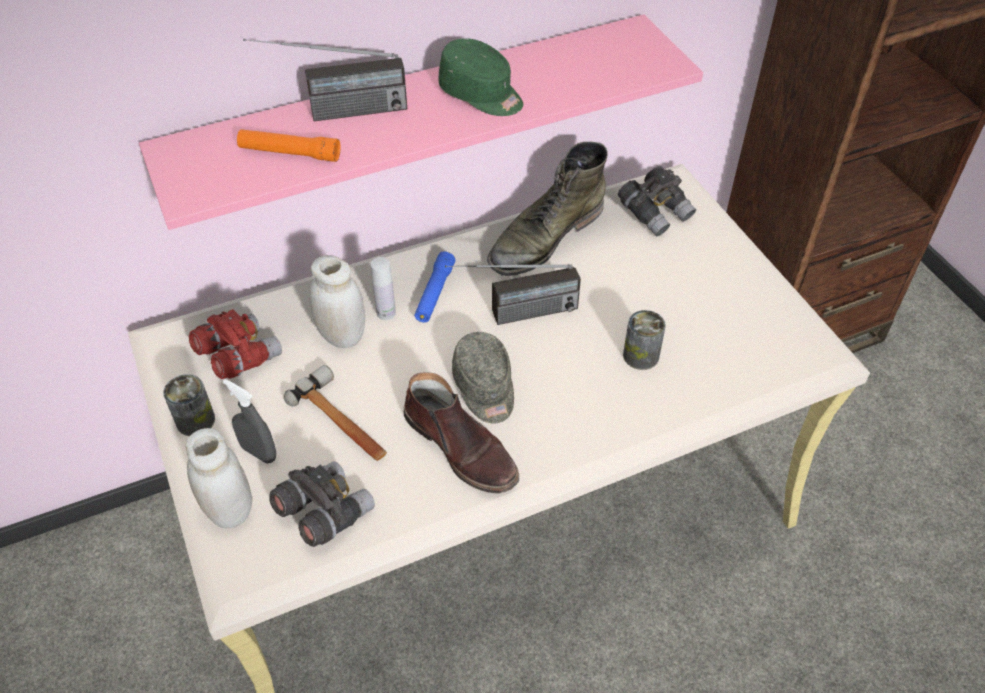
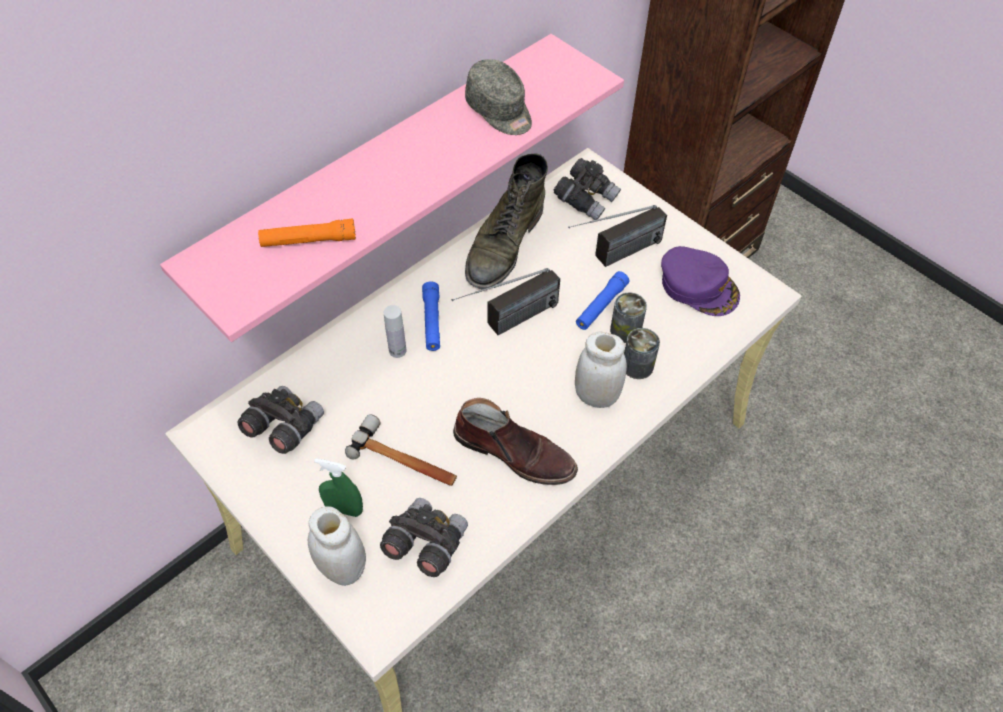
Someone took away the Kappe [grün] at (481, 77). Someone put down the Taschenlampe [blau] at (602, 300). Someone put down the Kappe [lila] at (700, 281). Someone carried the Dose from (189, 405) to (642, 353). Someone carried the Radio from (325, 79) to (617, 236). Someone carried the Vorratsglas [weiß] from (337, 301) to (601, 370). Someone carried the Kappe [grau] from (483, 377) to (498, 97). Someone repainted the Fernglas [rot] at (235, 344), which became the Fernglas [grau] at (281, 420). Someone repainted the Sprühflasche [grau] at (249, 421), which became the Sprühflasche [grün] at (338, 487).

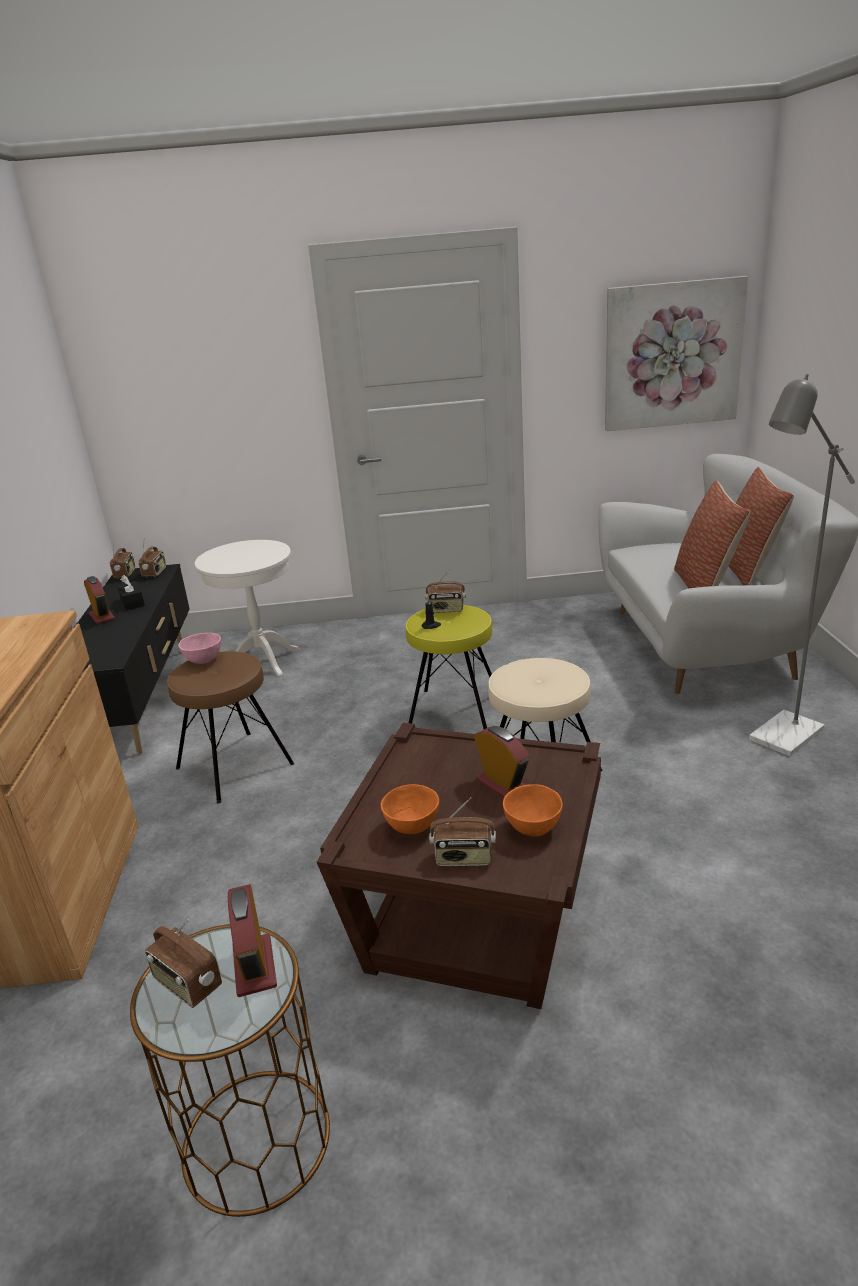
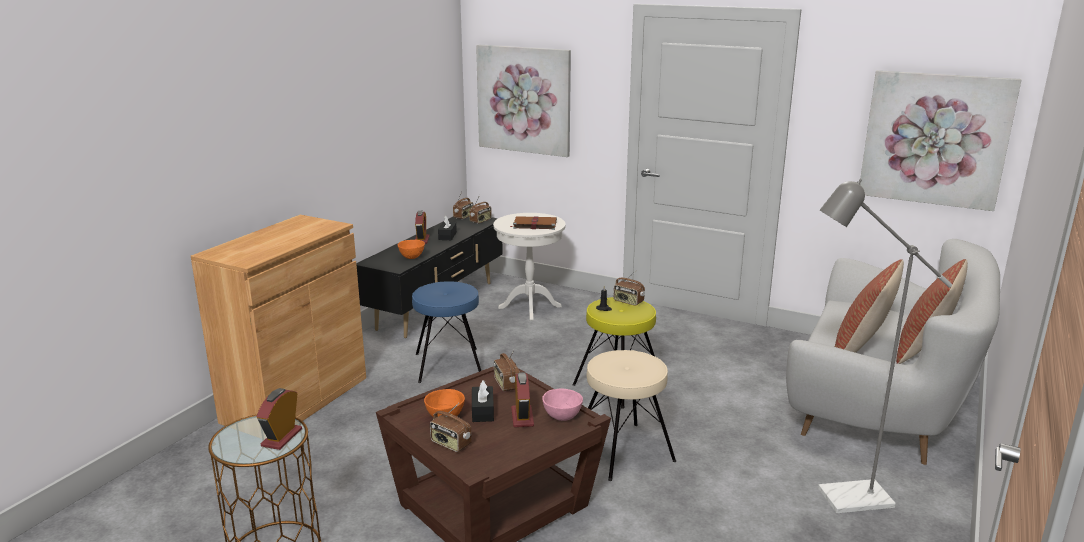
Someone put down the Taschentuchbox [schwarz] at (483, 401). Someone put up the Bild at (523, 101). Someone put down the Buch [braun] at (534, 223). Someone carried the Radio from (183, 963) to (506, 370). Someone carried the Schüssel [rosa] from (199, 648) to (562, 404). Someone carried the Schüssel [orange] from (533, 810) to (411, 249). Someone repainted the Hocker [braun] at (230, 727), which became the Hocker [blau] at (446, 332).

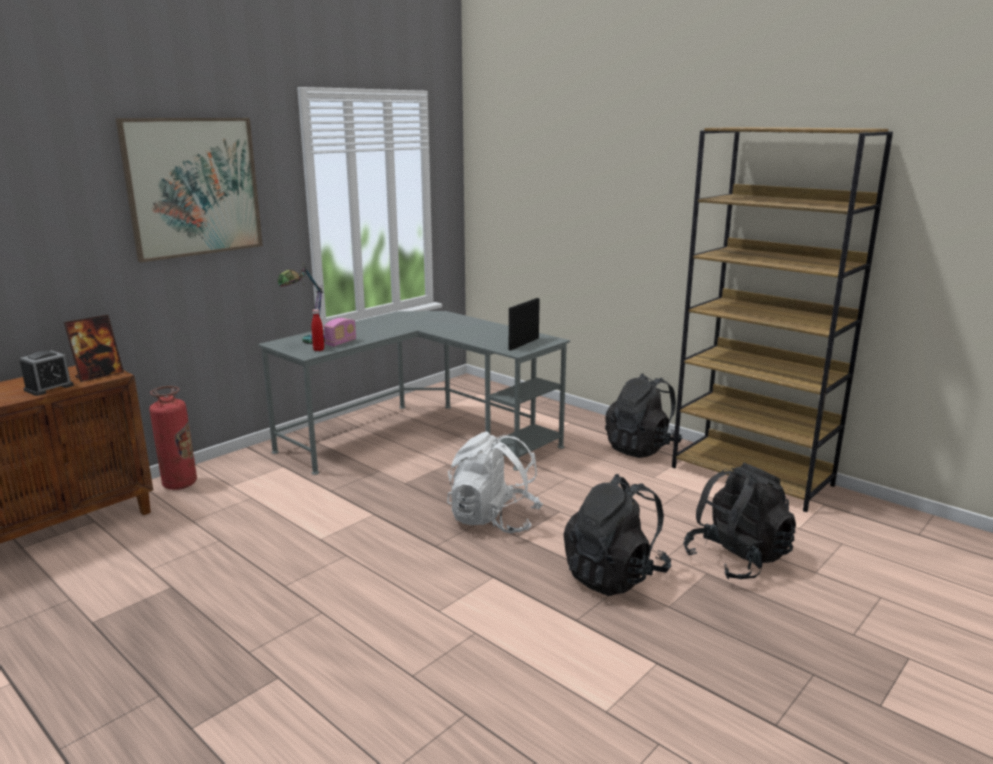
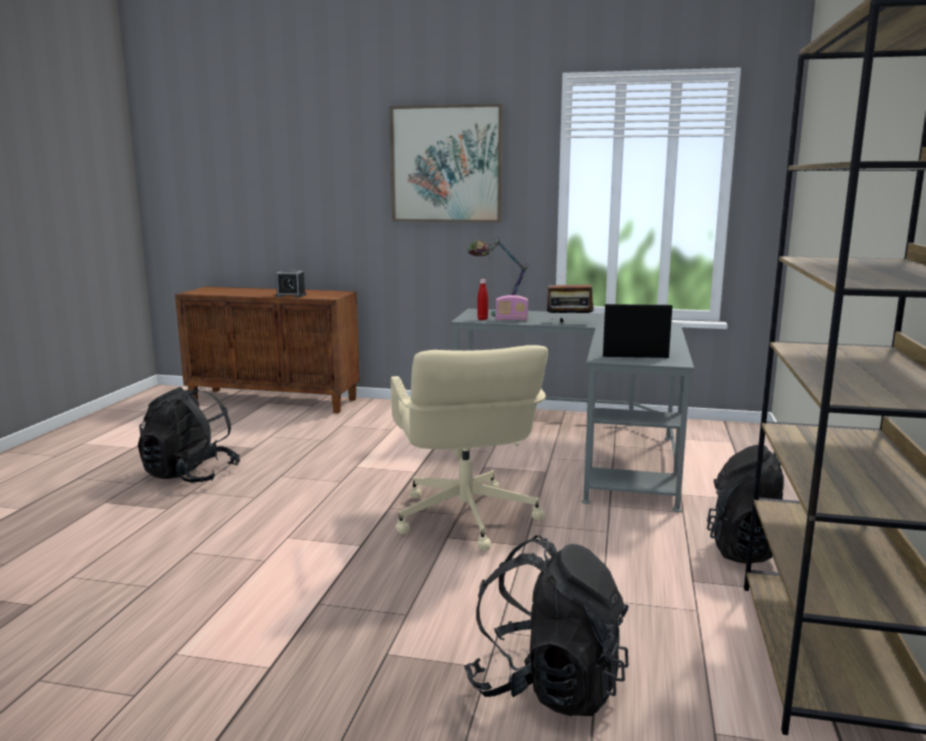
Someone took away the Bilderrahmen at (94, 348). Someone took away the Feuerlöscher at (173, 438). Someone put down the Radio at (570, 299). Someone carried the Rucksack [schwarz] from (617, 535) to (189, 435). Someone swapped the Rucksack [weiß] at (495, 482) for the Bürostuhl [beige] at (469, 448).

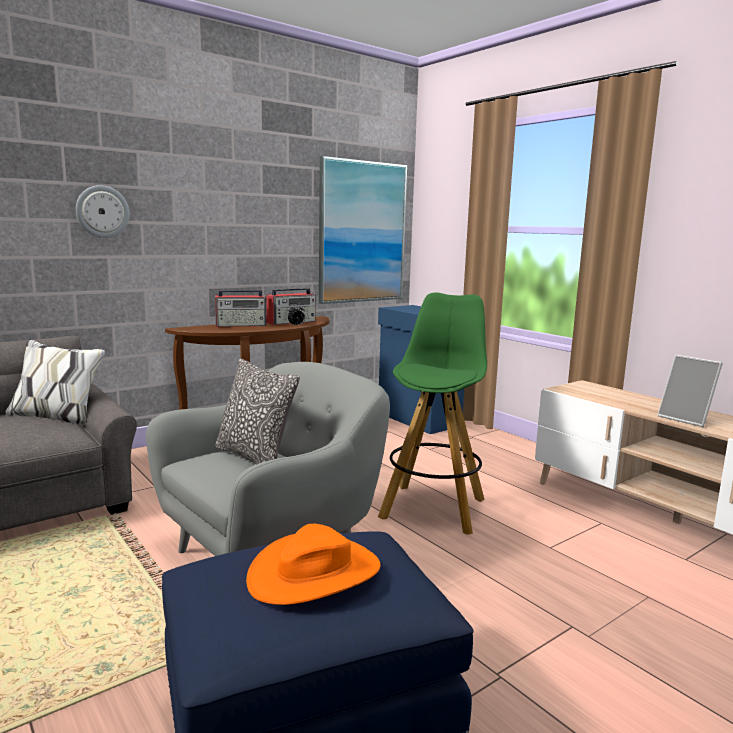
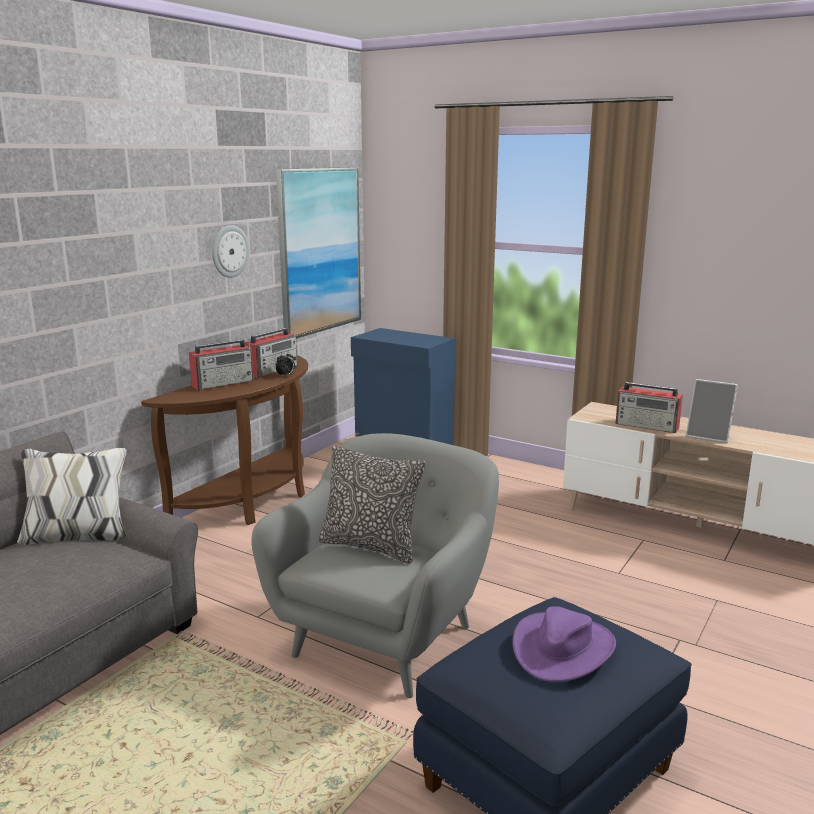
Someone took away the Hocker [grün] at (432, 413). Someone put down the Radio at (649, 407). Someone carried the Wanduhr from (103, 211) to (230, 251). Someone repainted the Hut [orange] at (313, 564), which became the Hut [lila] at (564, 644).

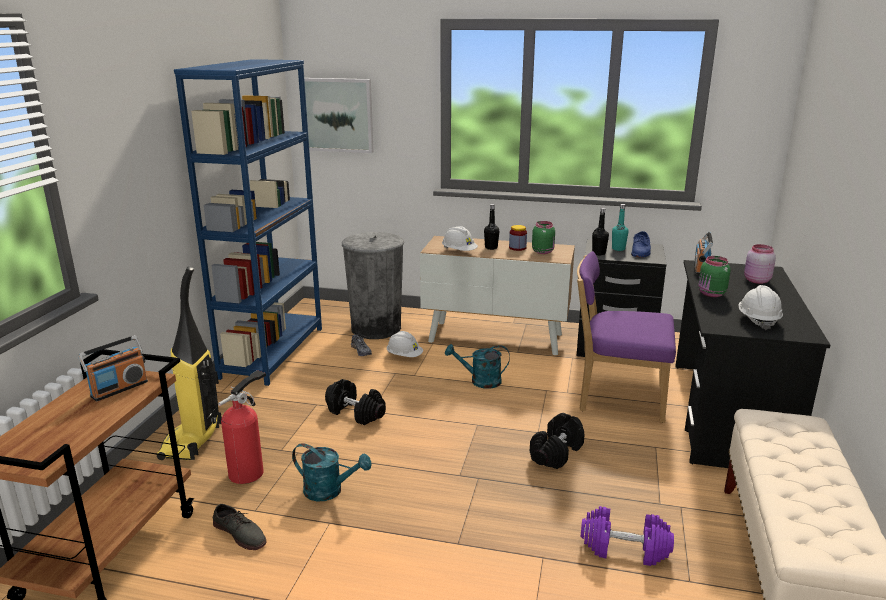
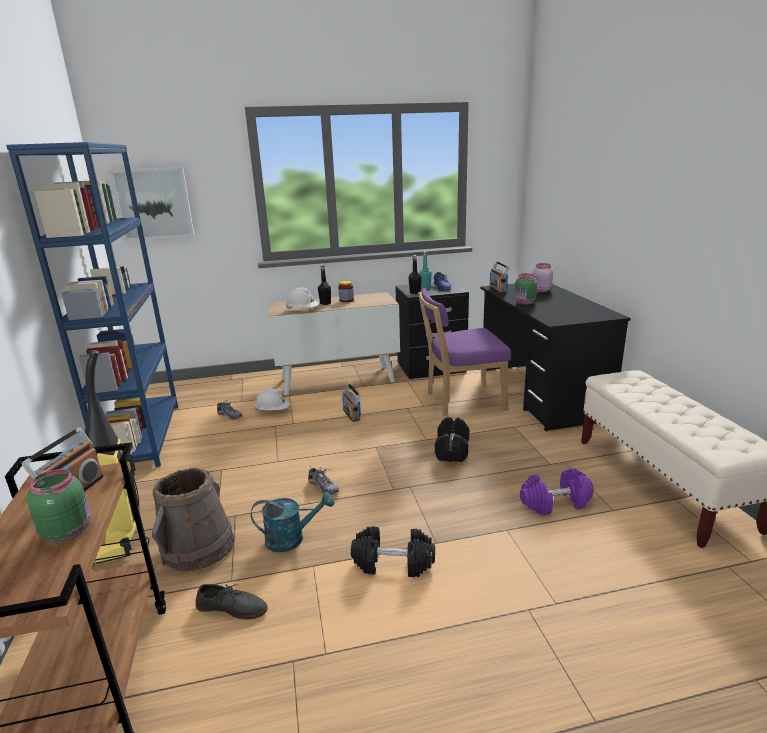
Someone took away the Mülleimer [grau] at (373, 285). Someone took away the Schutzhelm [weiß] at (760, 307). Someone put down the Schuh at (323, 481). Someone carried the Hantel [schwarz] from (355, 402) to (393, 551). Someone carried the Vorratsglas [grün] from (543, 237) to (59, 506). Someone swapped the Feuerlöscher at (242, 427) for the Eimer [braun] at (193, 520). Someone swapped the Gießkanne [türkis] at (477, 366) for the Radio at (351, 402).

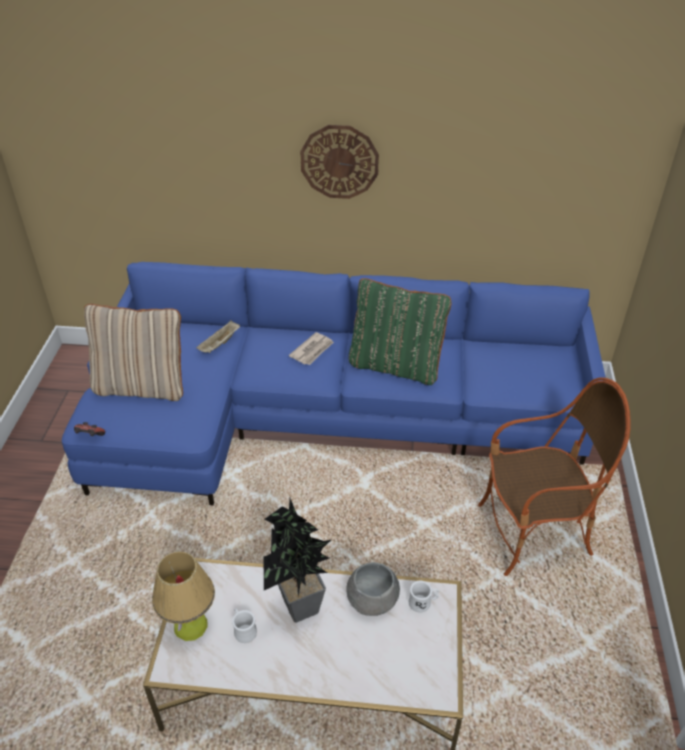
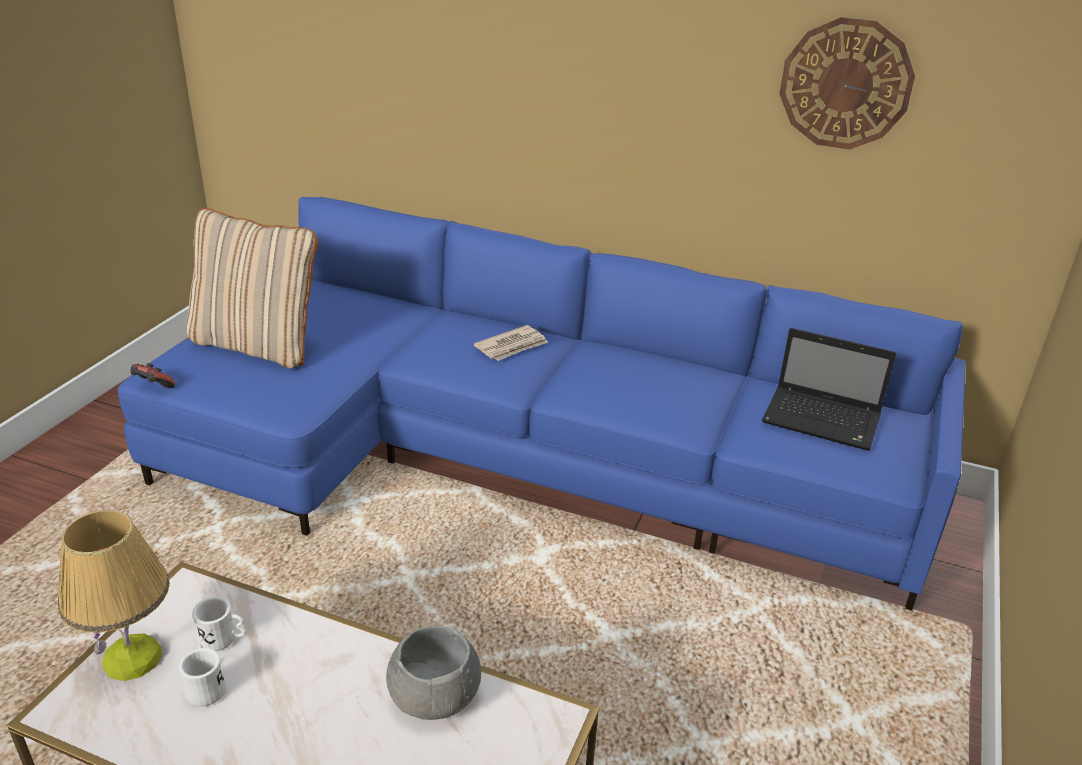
Someone took away the Tablett [beige] at (218, 336). Someone took away the Topfpflanze at (297, 560). Someone took away the Kissen [grün] at (400, 331). Someone took away the Sessel at (554, 477). Someone put down the Laptop at (829, 389). Someone carried the Wanduhr from (339, 162) to (847, 83). Someone carried the Henkelbecher [weiß] from (424, 596) to (219, 624).

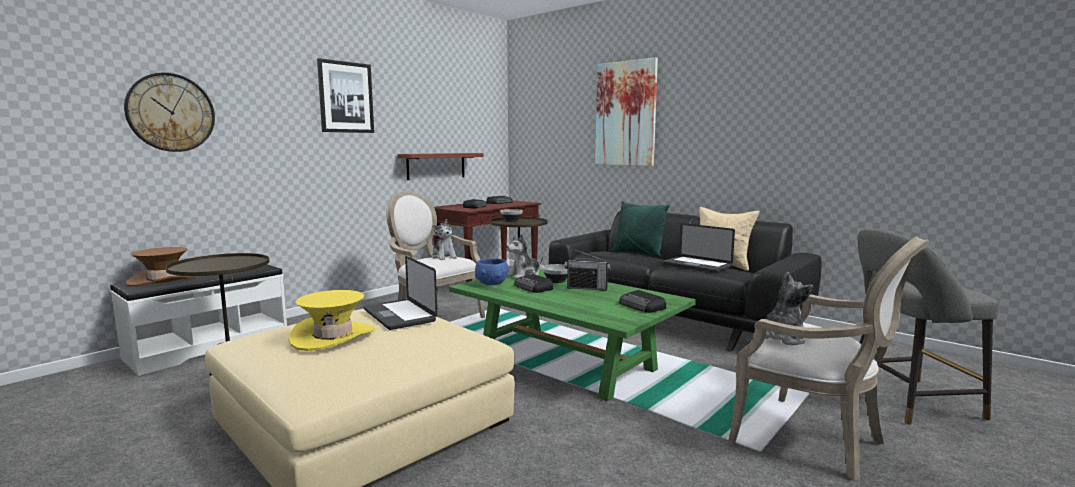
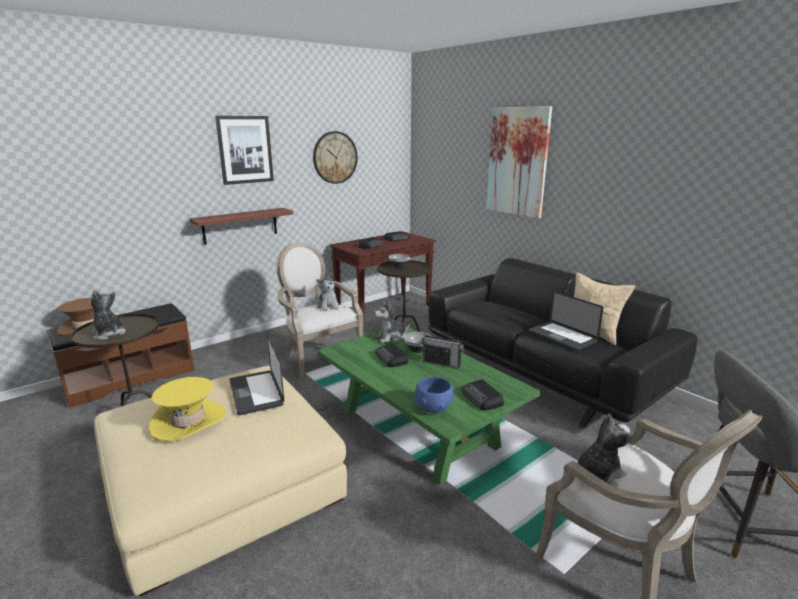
Someone took away the Kissen [grün] at (640, 229). Someone put down the Plüschtier at (108, 315). Someone carried the Wanduhr from (169, 112) to (335, 157). Someone carried the Wandregal from (441, 166) to (241, 226). Someone carried the Schüssel [blau] from (491, 271) to (434, 395). Someone repainted the Bank [weiß] at (198, 320), which became the Bank [braun] at (121, 355).

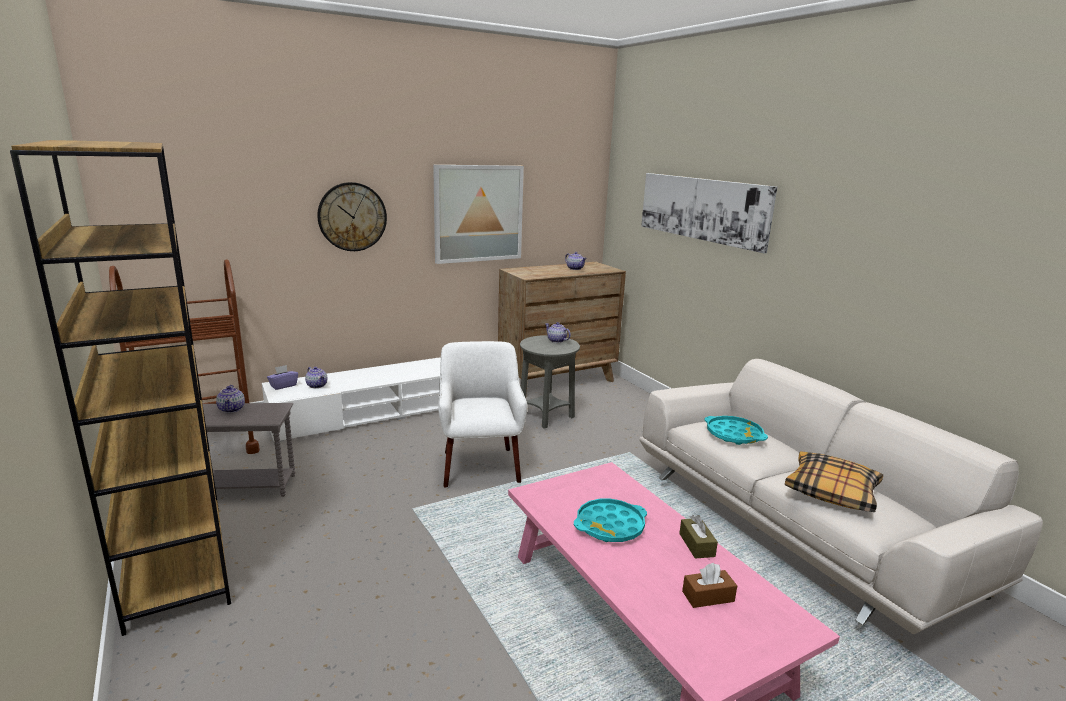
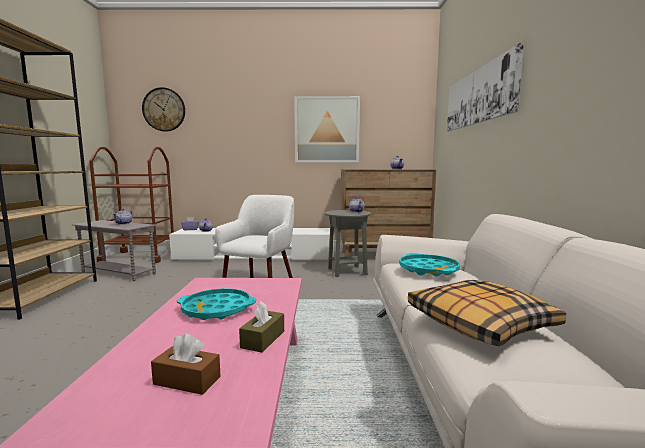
Someone carried the Wanduhr from (352, 216) to (163, 109).

